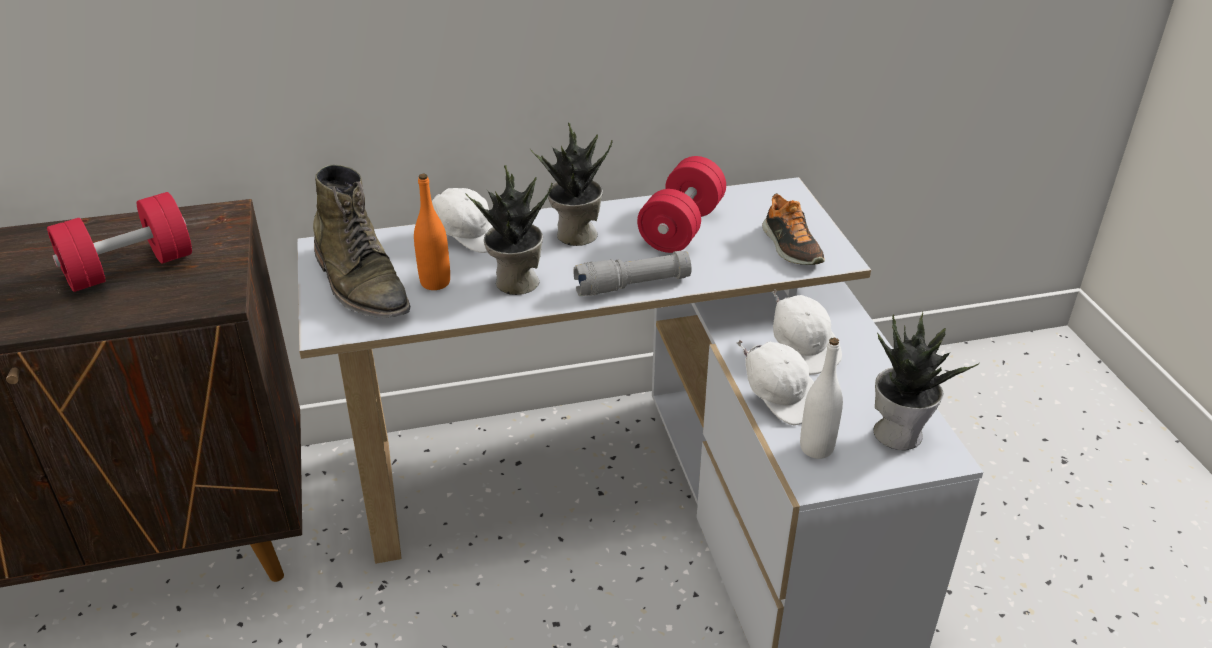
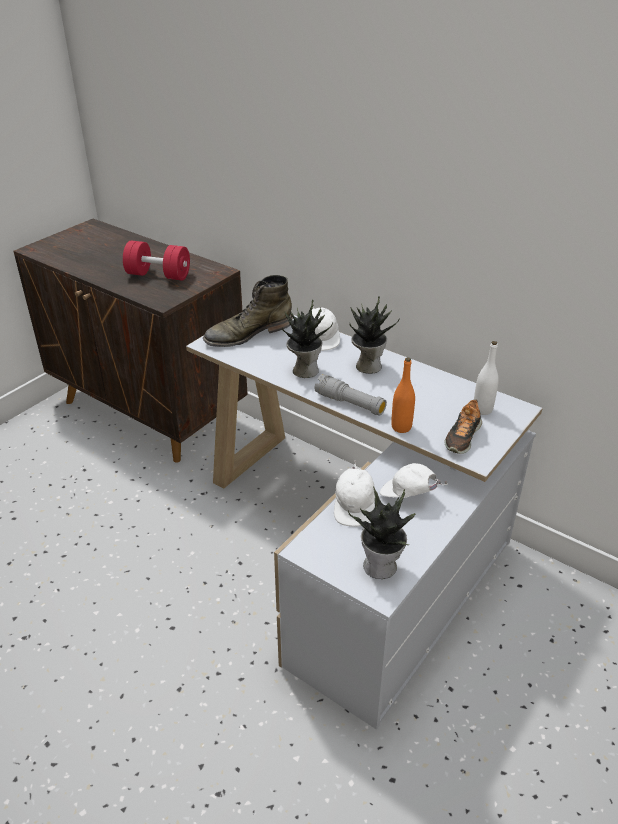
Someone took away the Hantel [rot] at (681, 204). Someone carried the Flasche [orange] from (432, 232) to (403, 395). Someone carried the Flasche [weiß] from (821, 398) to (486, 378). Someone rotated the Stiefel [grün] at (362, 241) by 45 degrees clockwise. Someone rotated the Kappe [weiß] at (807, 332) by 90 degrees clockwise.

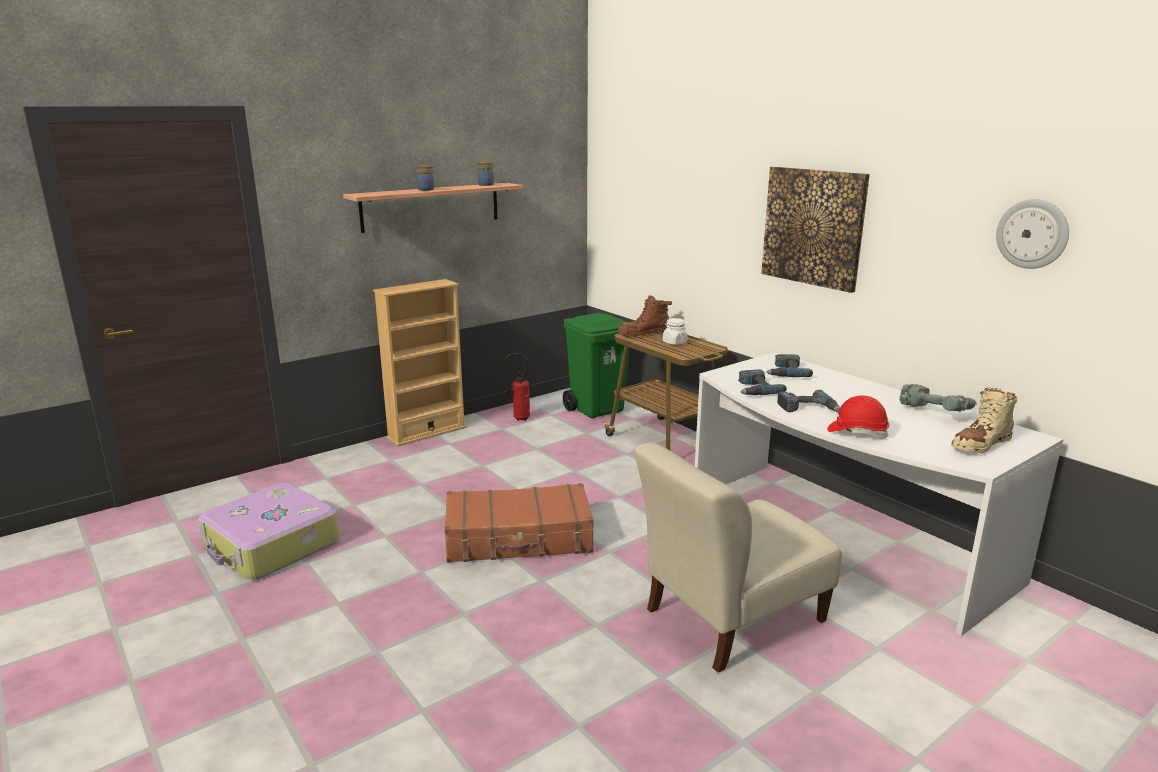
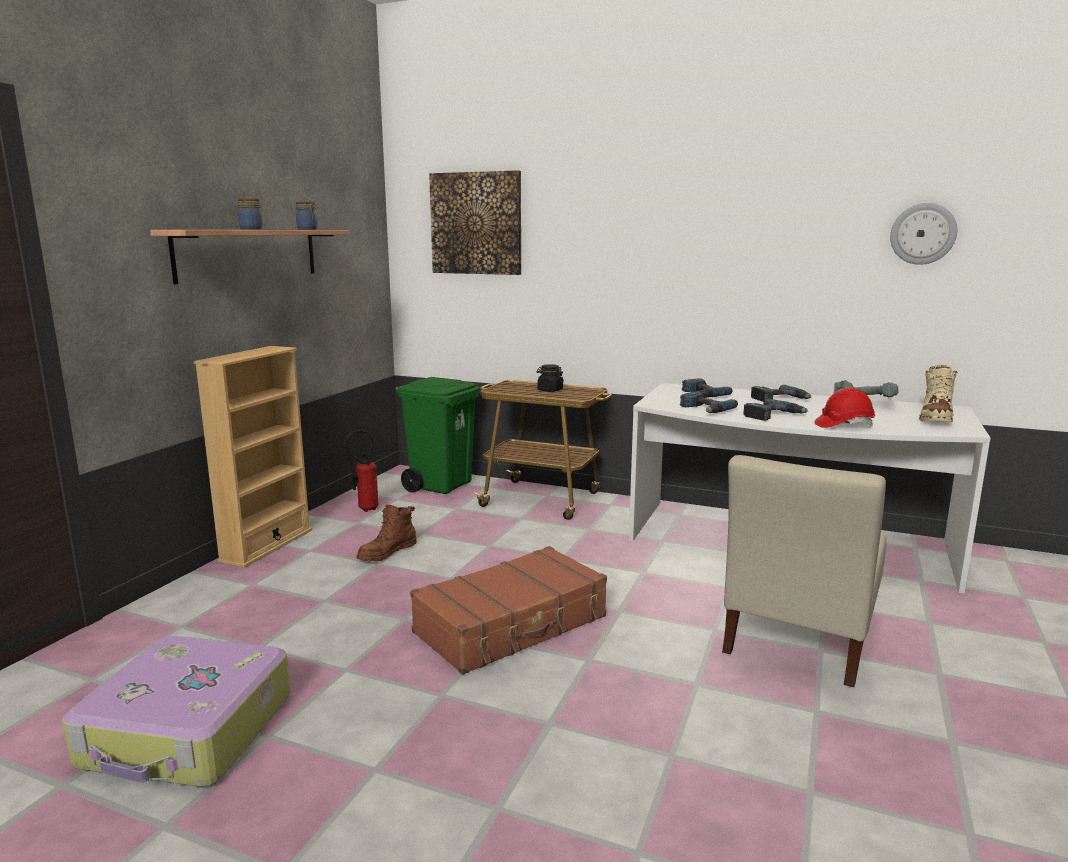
Someone put down the Bohrmaschine at (781, 393). Someone carried the Stiefel [braun] from (645, 316) to (386, 533). Someone carried the Bild from (815, 230) to (475, 222). Someone repainted the Vorratsglas [weiß] at (675, 331), which became the Vorratsglas [schwarz] at (550, 378).

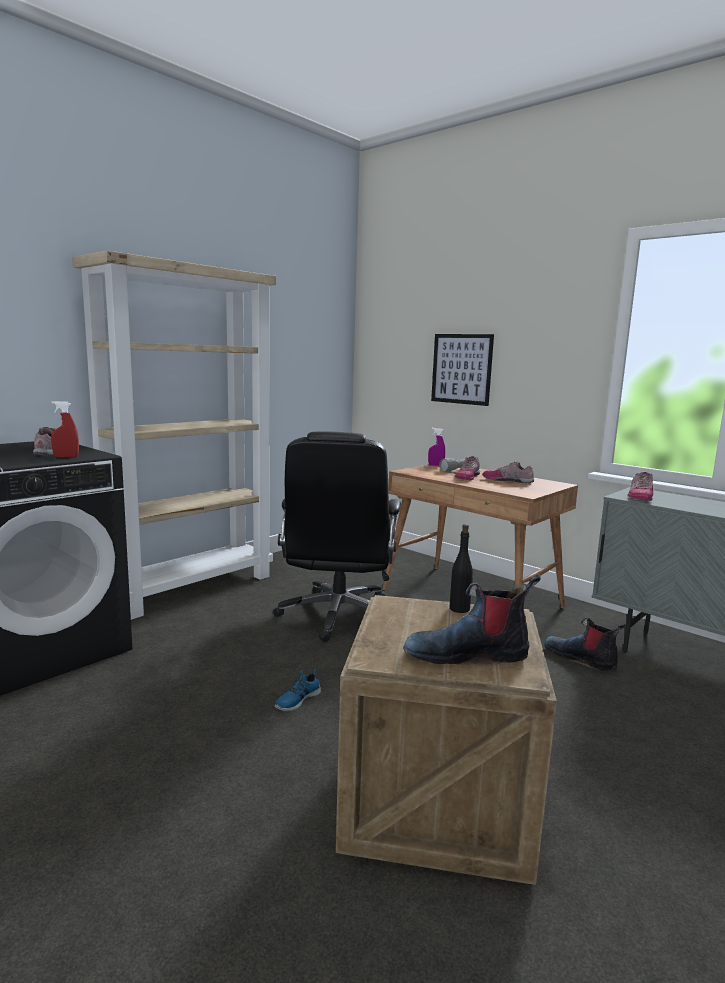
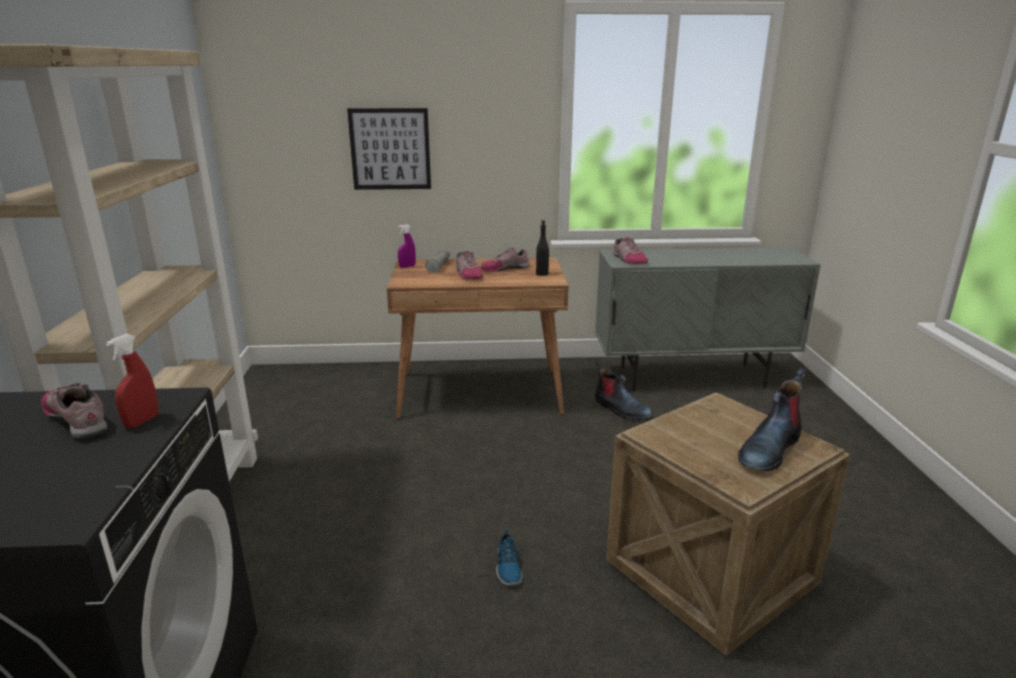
Someone took away the Bürostuhl [schwarz] at (337, 536). Someone carried the Flasche [schwarz] from (461, 568) to (542, 248). Someone rotated the Stiefel at (585, 644) by 135 degrees counterclockwise.

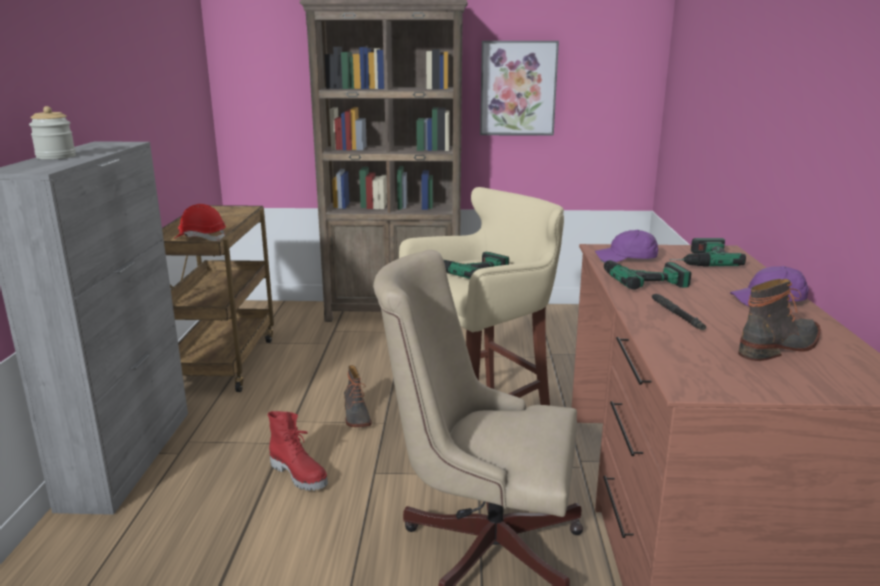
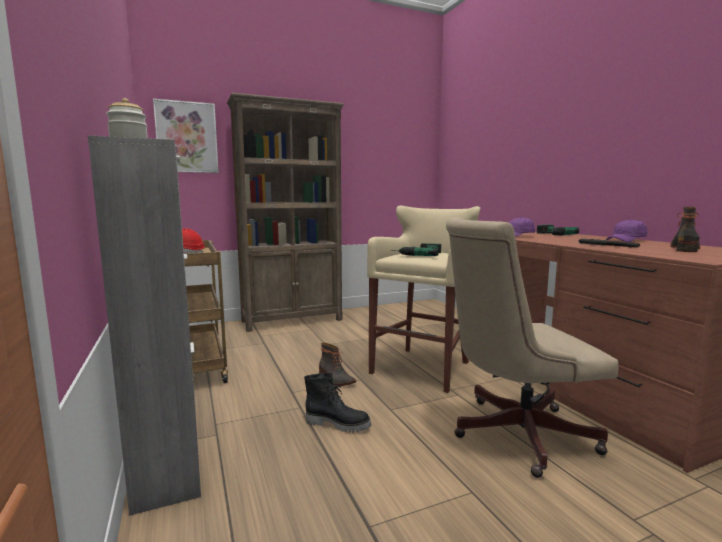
Someone took away the Bohrmaschine at (646, 274). Someone carried the Bild from (519, 88) to (186, 136). Someone repainted the Stiefel [rot] at (298, 451), which became the Stiefel [schwarz] at (337, 403).

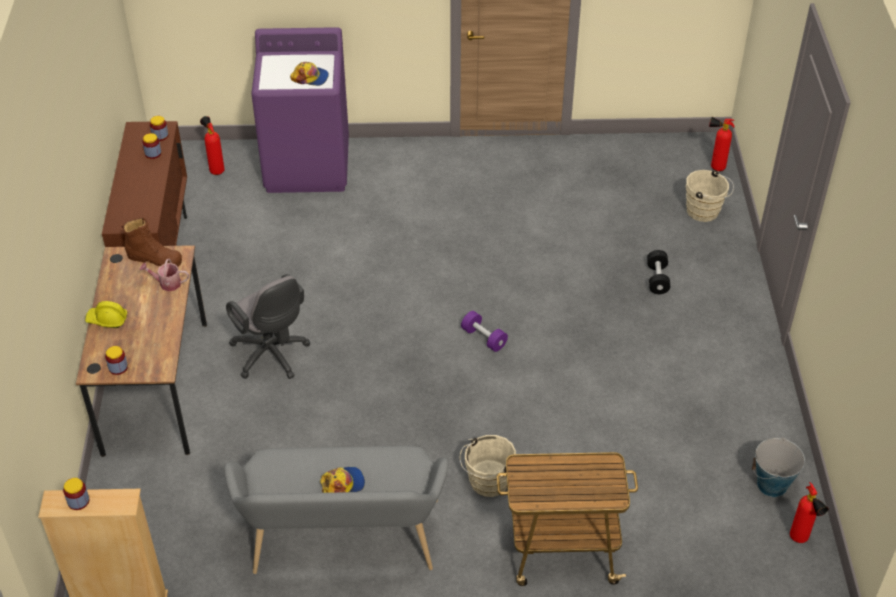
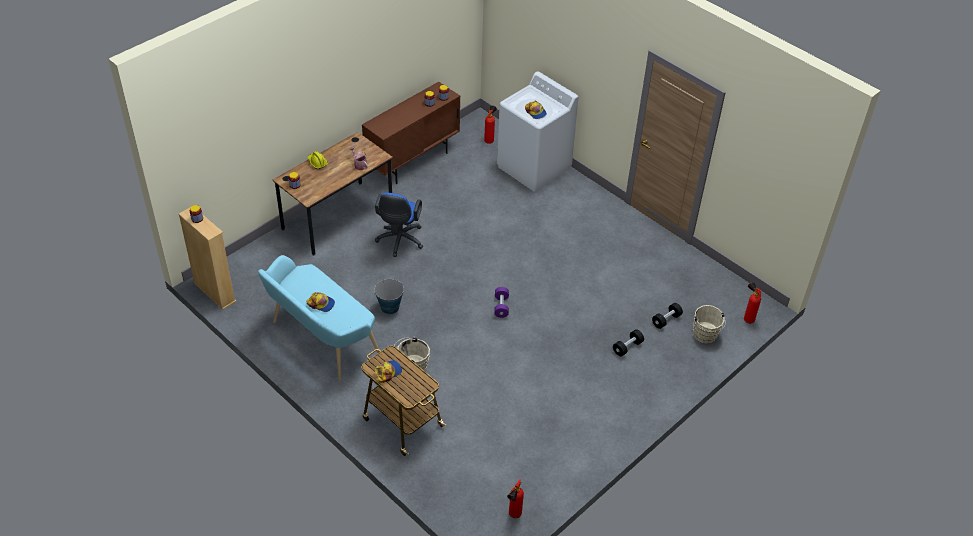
Someone took away the Stiefel [braun] at (152, 242). Someone put down the Kappe at (388, 371). Someone put down the Hantel [schwarz] at (667, 316). Someone carried the Eimer from (778, 467) to (389, 297). Someone repainted the Bank [grau] at (336, 510), which became the Bank [türkis] at (318, 318). Someone repainted the Bürostuhl [grau] at (268, 326), which became the Bürostuhl [blau] at (399, 225). Someone repainted the Waschmaschine [lila] at (300, 110), which became the Waschmaschine [weiß] at (537, 131).

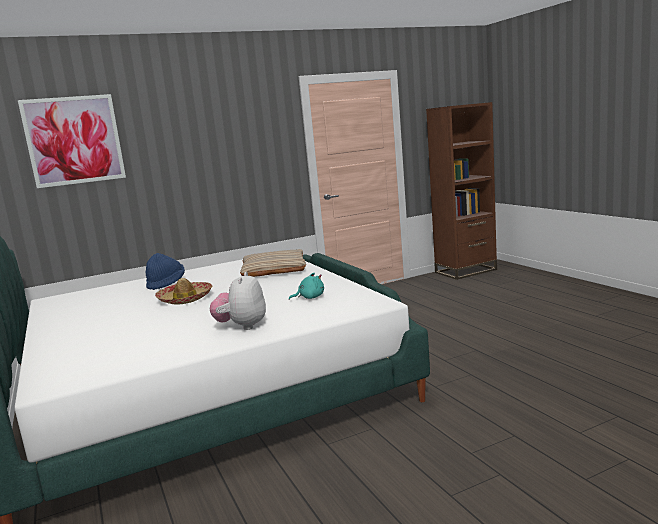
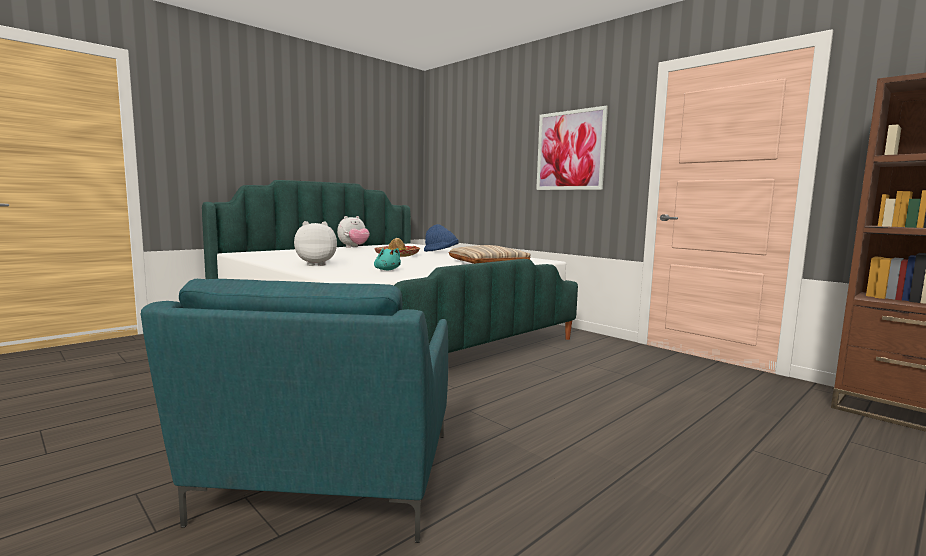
Someone put down the Sessel [türkis] at (294, 411). Someone put down the Plüschtier at (353, 232). Someone carried the Bild from (72, 141) to (572, 147).

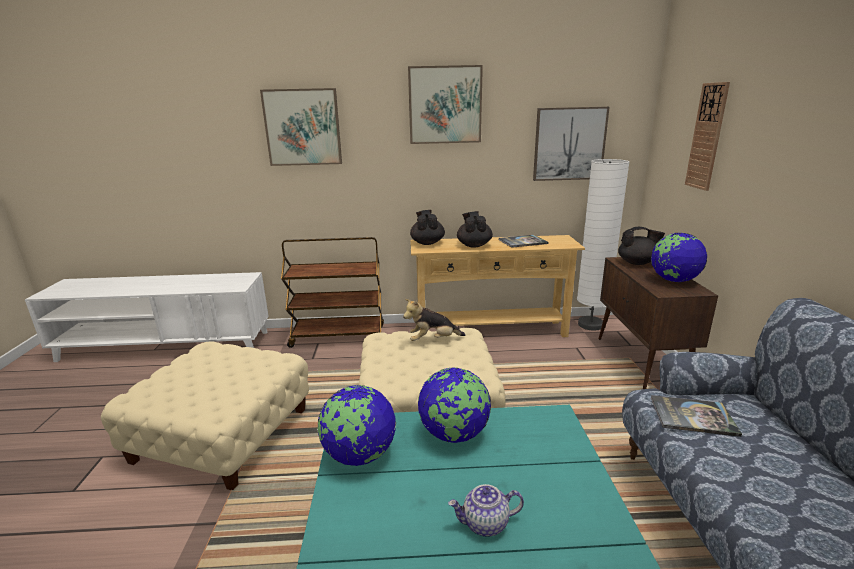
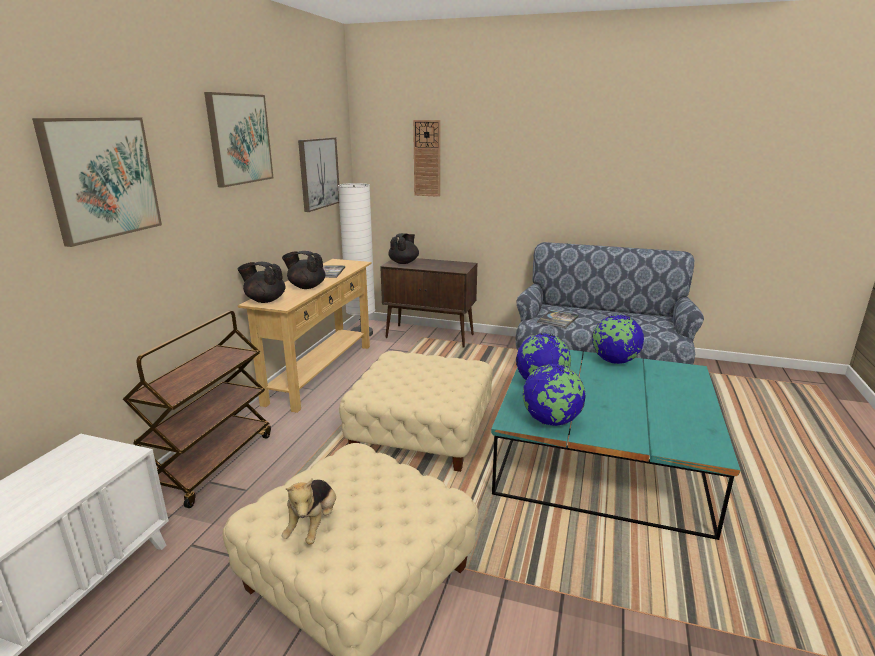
Someone took away the Teekanne at (486, 510). Someone carried the Plüschtier from (434, 320) to (309, 511). Someone carried the Globus from (679, 257) to (618, 339).

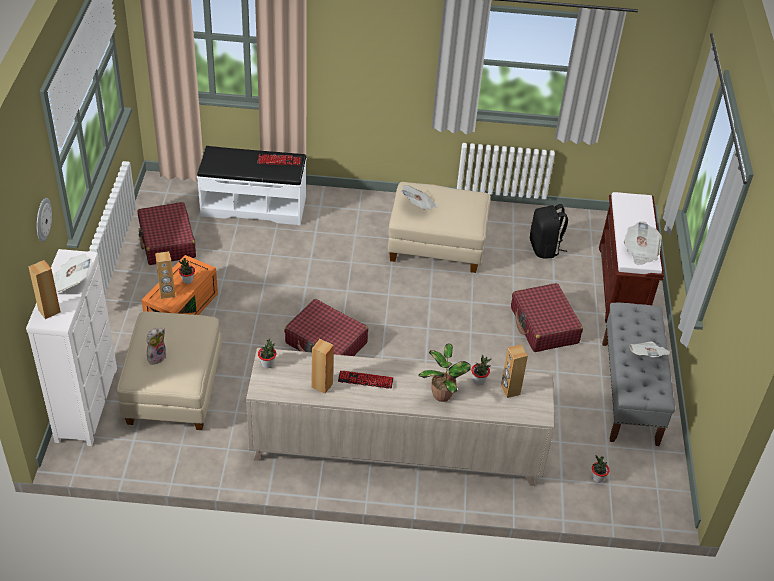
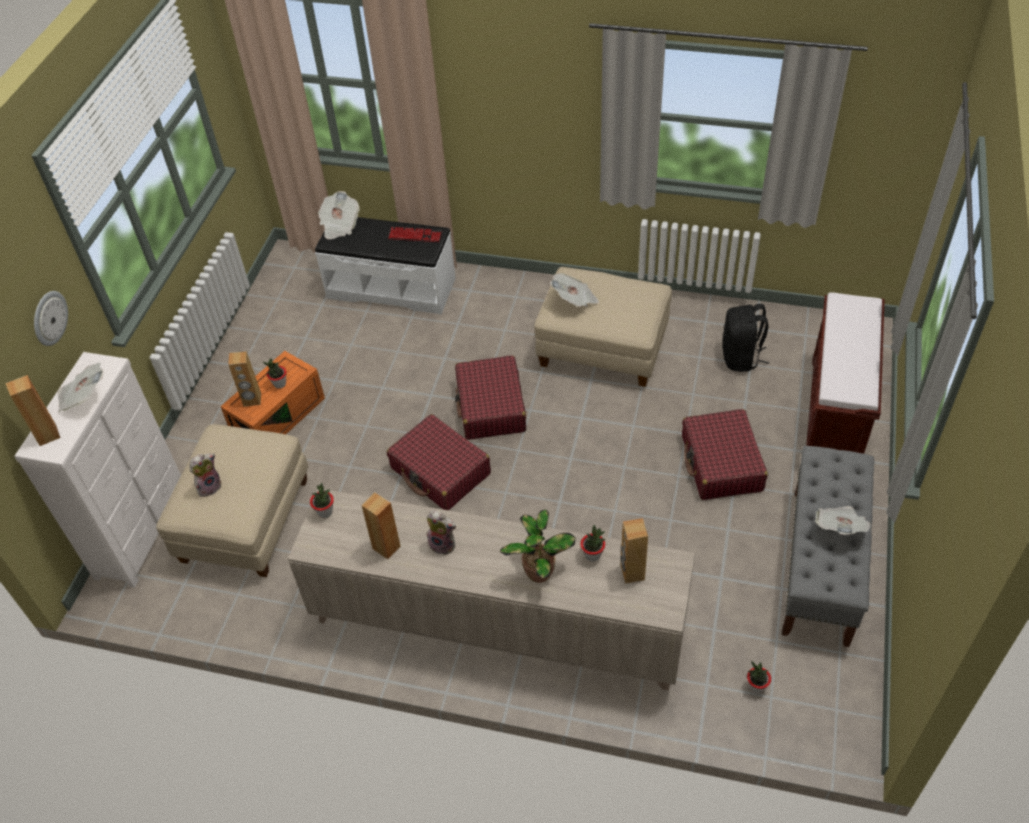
Someone carried the Koffer [rot] from (167, 233) to (490, 398). Someone carried the Zeitung from (643, 243) to (339, 215). Someone swapped the Tastatur at (366, 379) for the Plüschtier at (441, 532).

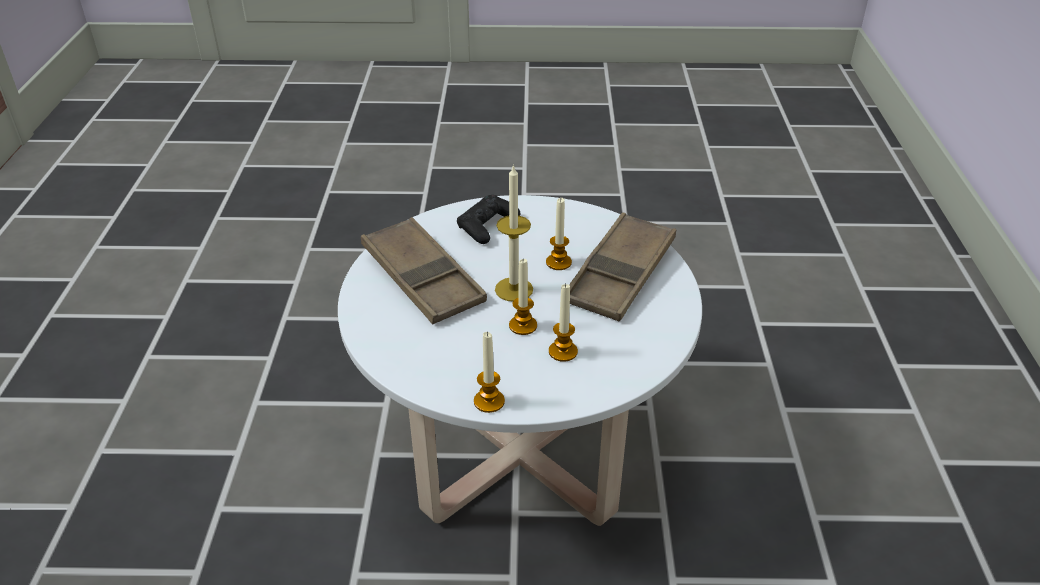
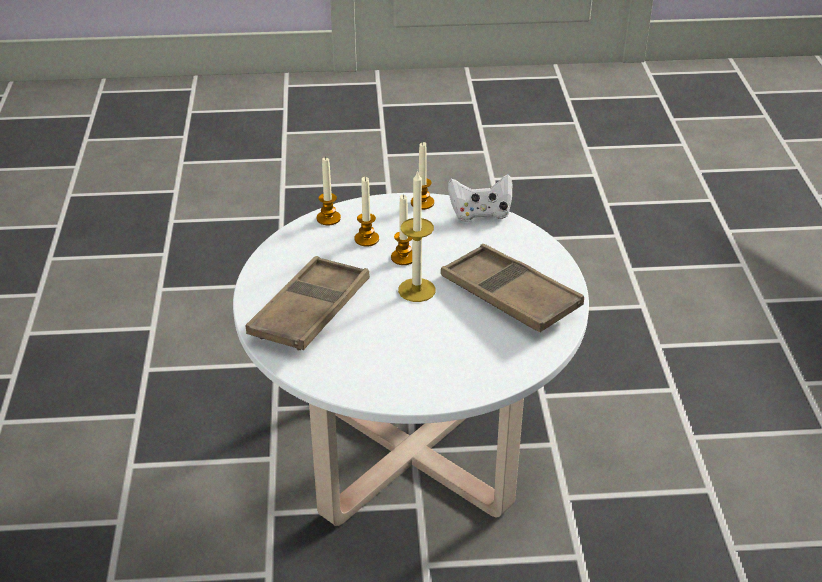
Someone took away the Gamepad [schwarz] at (488, 219). Someone put down the Gamepad [weiß] at (480, 198). Someone carried the Kerze from (559, 234) to (329, 191).

